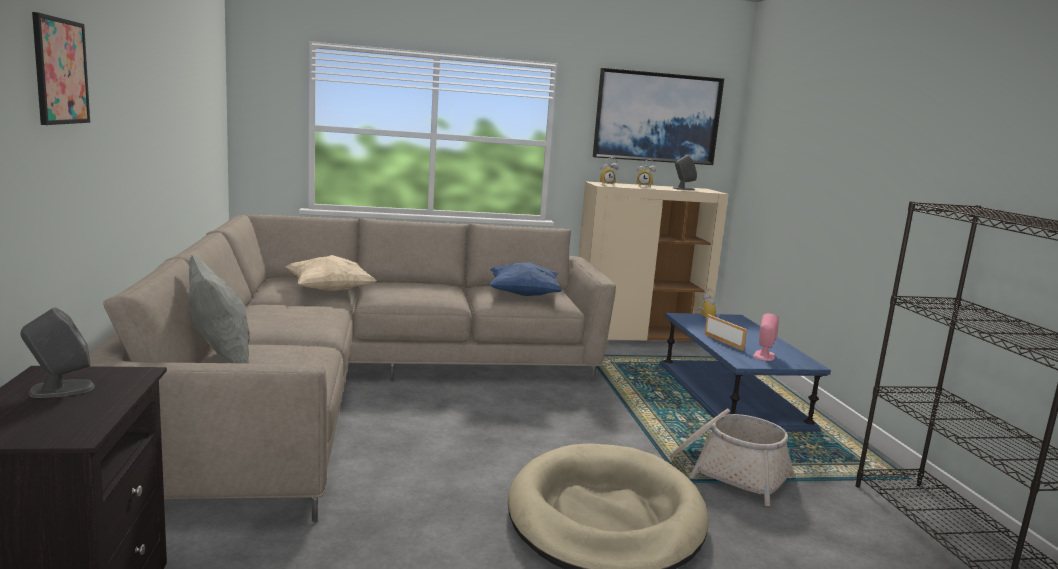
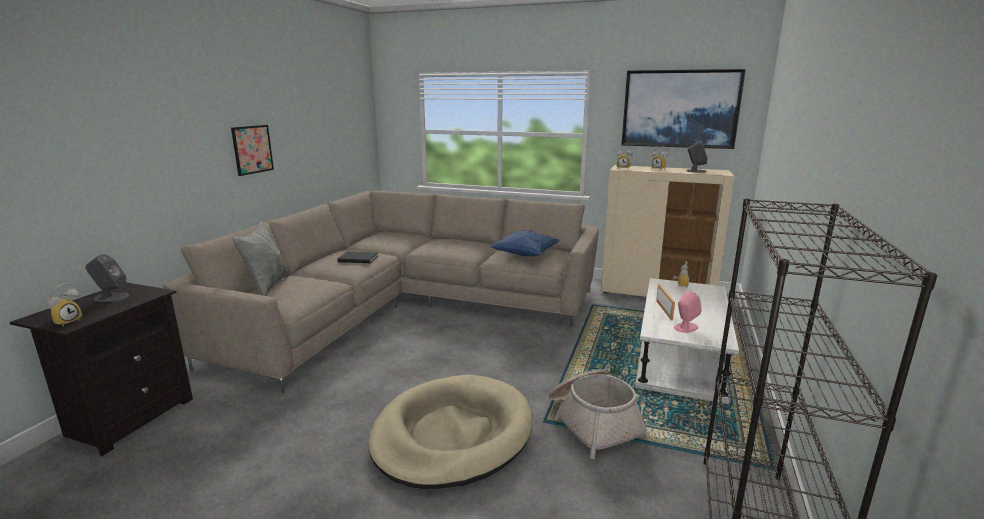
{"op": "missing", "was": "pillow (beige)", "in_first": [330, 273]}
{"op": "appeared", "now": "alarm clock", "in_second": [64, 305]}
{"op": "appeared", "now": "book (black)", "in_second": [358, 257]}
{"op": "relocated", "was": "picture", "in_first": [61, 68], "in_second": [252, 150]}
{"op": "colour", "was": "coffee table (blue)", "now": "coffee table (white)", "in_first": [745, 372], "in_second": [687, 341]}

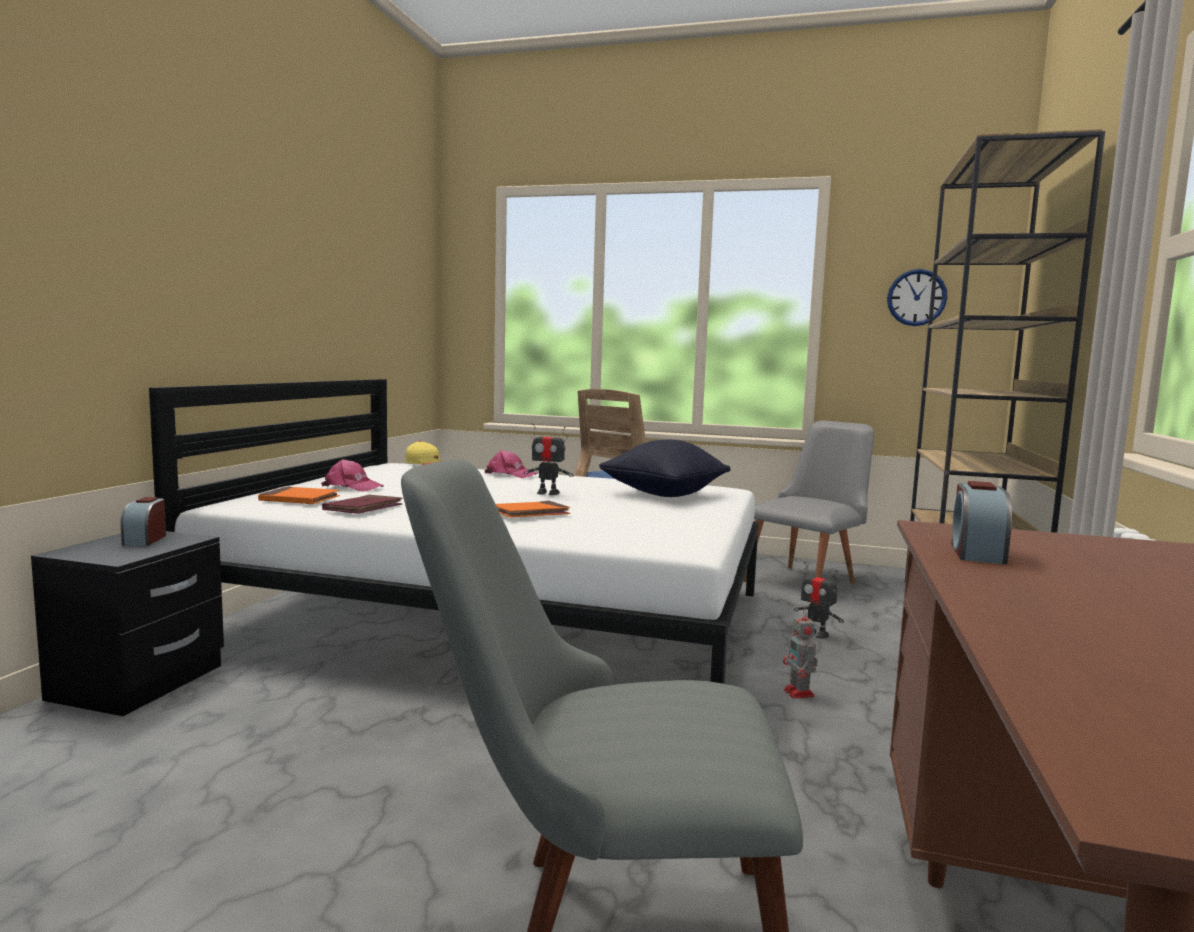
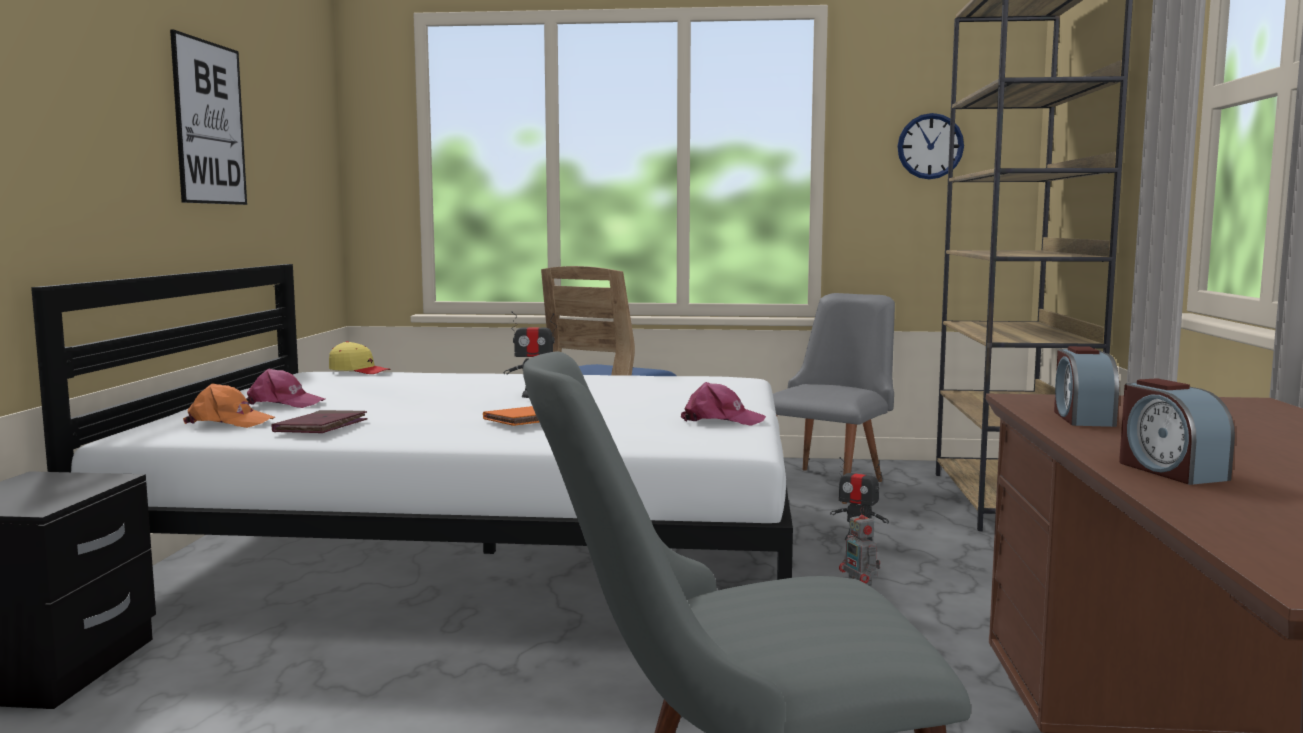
{"op": "missing", "was": "pillow (black)", "in_first": [664, 468]}
{"op": "appeared", "now": "picture", "in_second": [208, 117]}
{"op": "relocated", "was": "alarm clock", "in_first": [143, 521], "in_second": [1177, 431]}
{"op": "relocated", "was": "cap (pink)", "in_first": [511, 464], "in_second": [723, 404]}
{"op": "exchanged", "was": "book (orange)", "now": "cap (orange)", "in_first": [299, 495], "in_second": [229, 405]}

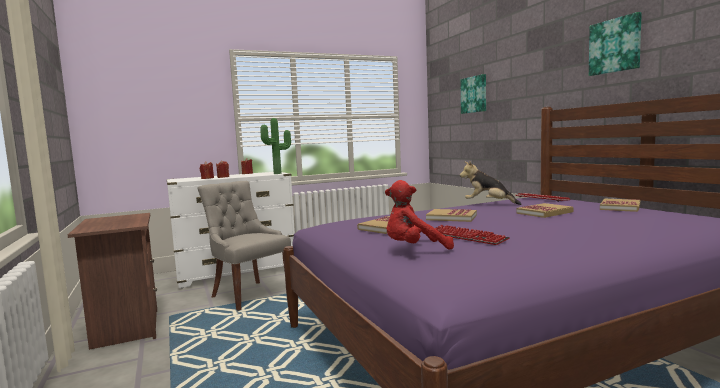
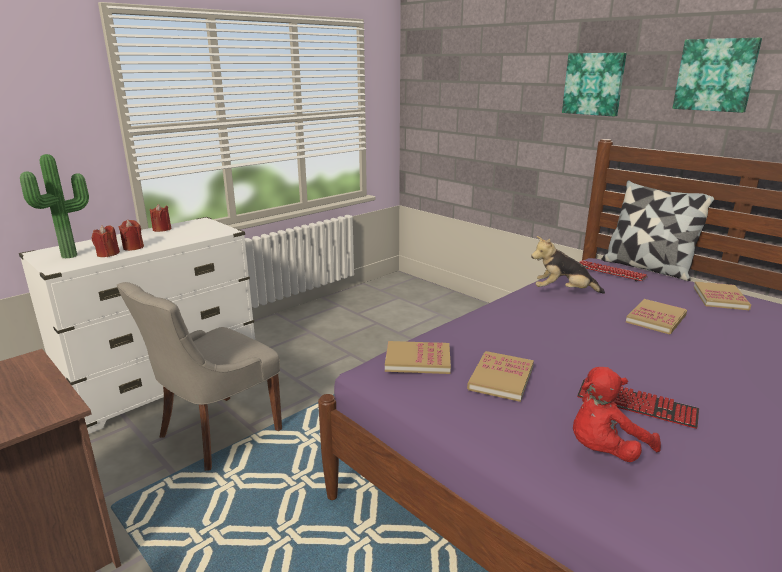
{"op": "appeared", "now": "pillow", "in_second": [657, 230]}
{"op": "relocated", "was": "potted plant", "in_first": [275, 146], "in_second": [54, 206]}
{"op": "relocated", "was": "book", "in_first": [451, 215], "in_second": [418, 357]}
{"op": "relocated", "was": "picture", "in_first": [473, 94], "in_second": [594, 85]}
{"op": "spun", "was": "chair (grey)", "in_first": [244, 246], "in_second": [199, 376], "clockwise": -75}

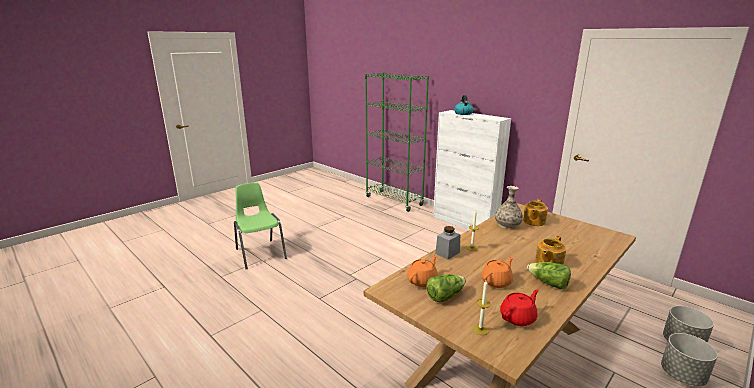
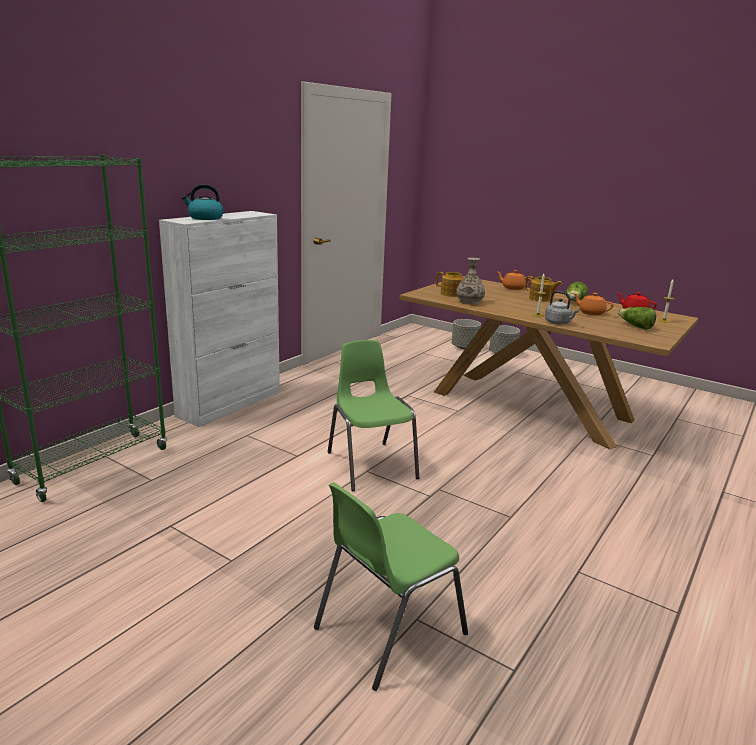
{"op": "appeared", "now": "chair (green)", "in_second": [373, 415]}
{"op": "relocated", "was": "teapot (orange)", "in_first": [422, 271], "in_second": [514, 280]}
{"op": "exchanged", "was": "jar (grey)", "now": "kettle (grey)", "in_first": [447, 242], "in_second": [562, 307]}

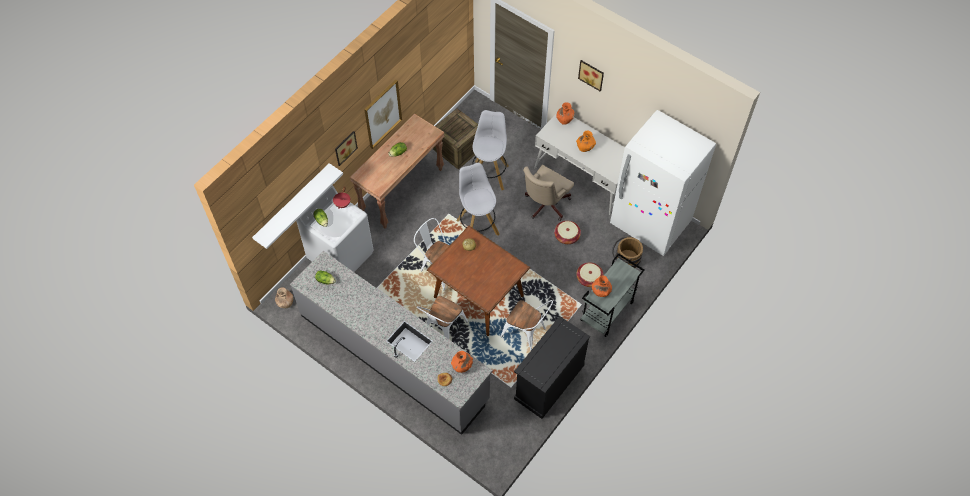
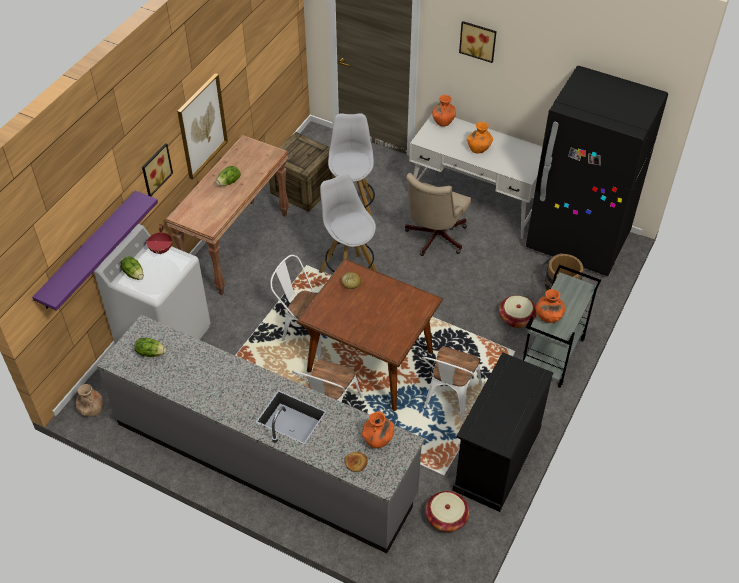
{"op": "relocated", "was": "basket", "in_first": [567, 232], "in_second": [447, 511]}
{"op": "colour", "was": "shelf (white)", "now": "shelf (purple)", "in_first": [297, 206], "in_second": [95, 250]}
{"op": "colour", "was": "fridge (white)", "now": "fridge (black)", "in_first": [663, 183], "in_second": [597, 171]}
{"op": "spun", "was": "chair (white)", "in_first": [526, 325], "in_second": [452, 383], "clockwise": 90}

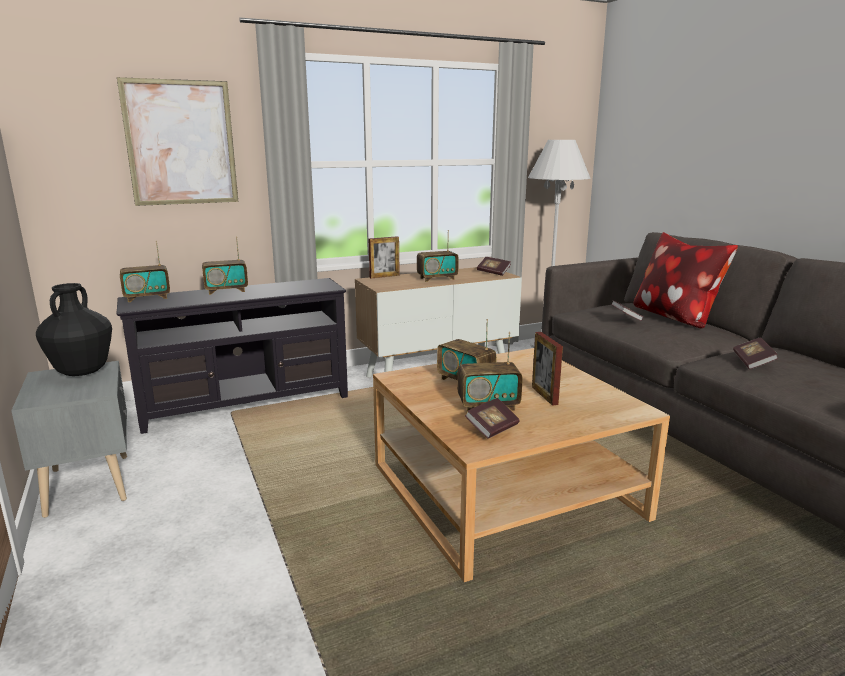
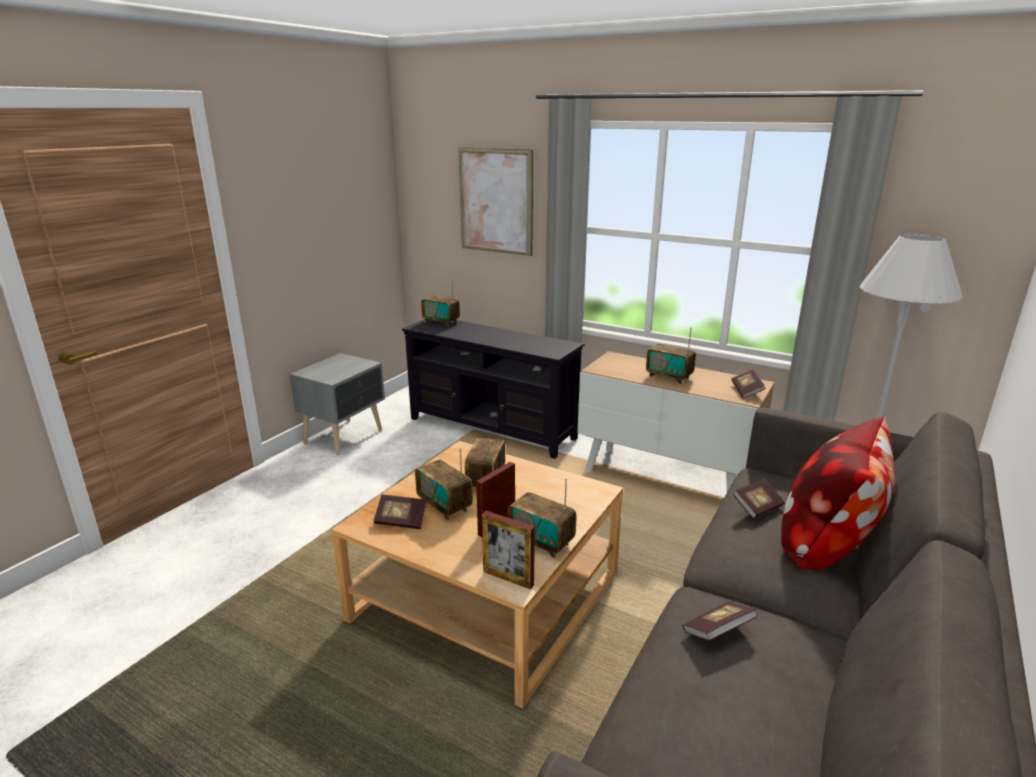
{"op": "missing", "was": "vase (black)", "in_first": [74, 329]}
{"op": "relocated", "was": "radio", "in_first": [225, 266], "in_second": [542, 518]}
{"op": "relocated", "was": "picture frame", "in_first": [384, 257], "in_second": [508, 550]}

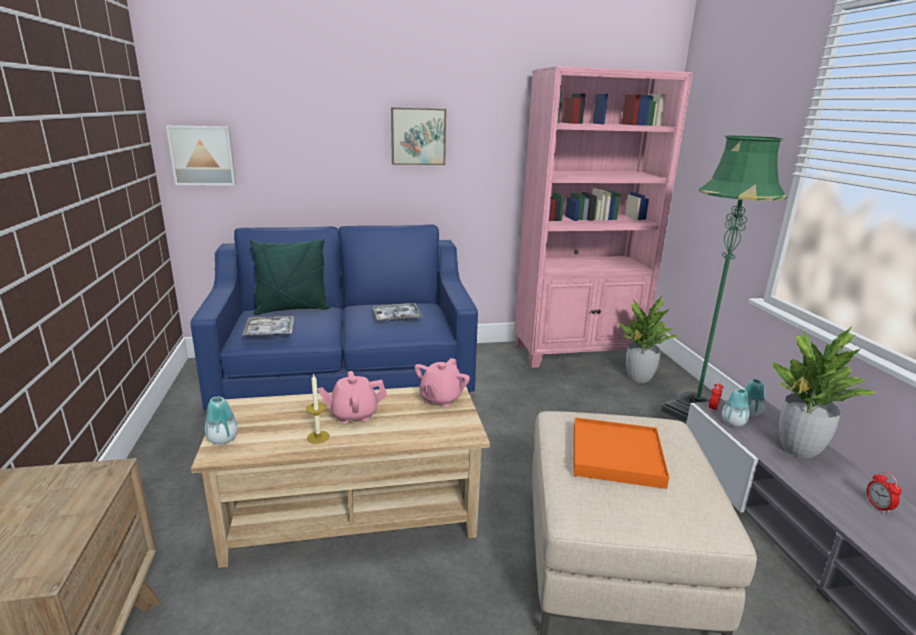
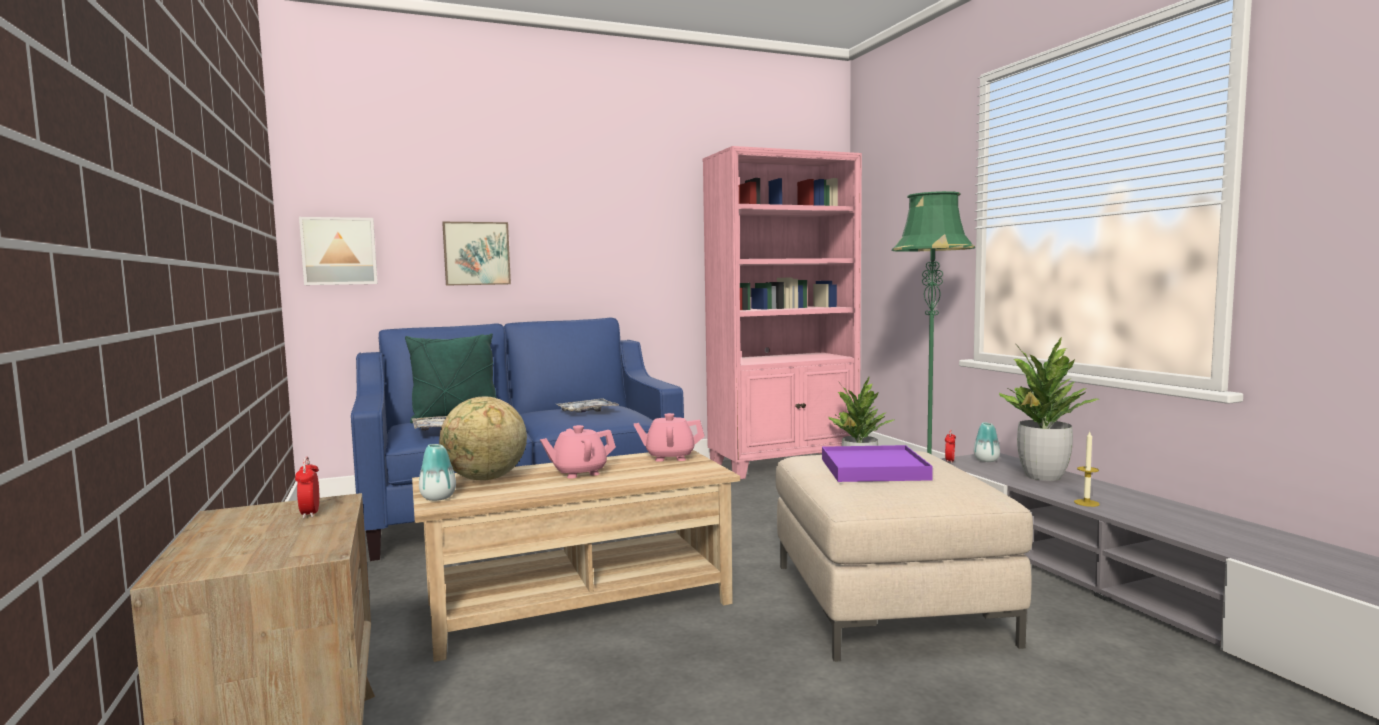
{"op": "missing", "was": "vase", "in_first": [735, 408]}
{"op": "appeared", "now": "globe", "in_second": [483, 438]}
{"op": "relocated", "was": "candle", "in_first": [318, 408], "in_second": [1087, 469]}
{"op": "relocated", "was": "picture", "in_first": [418, 136], "in_second": [476, 254]}
{"op": "relocated", "was": "alarm clock", "in_first": [884, 493], "in_second": [307, 488]}
{"op": "colour", "was": "tray (orange)", "now": "tray (purple)", "in_first": [621, 453], "in_second": [877, 463]}
{"op": "spun", "was": "teapot (pink)", "in_first": [442, 383], "in_second": [669, 437], "clockwise": 75}

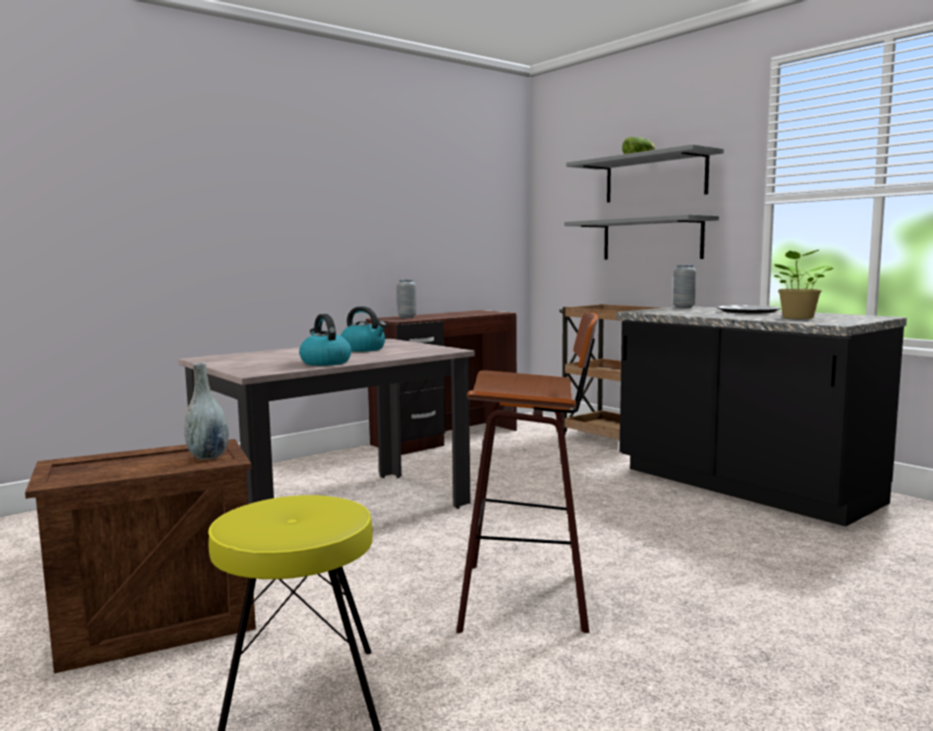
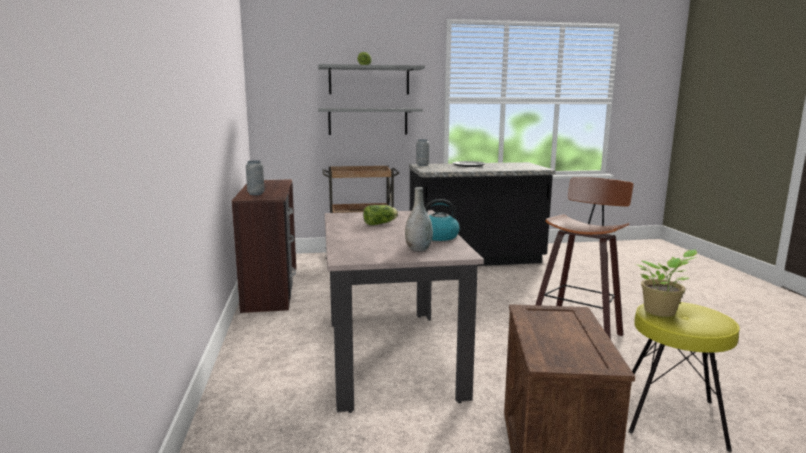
{"op": "relocated", "was": "vase (grey)", "in_first": [206, 411], "in_second": [419, 219]}
{"op": "relocated", "was": "potted plant", "in_first": [803, 284], "in_second": [666, 283]}
{"op": "exchanged", "was": "kettle", "now": "lettuce", "in_first": [364, 329], "in_second": [380, 215]}

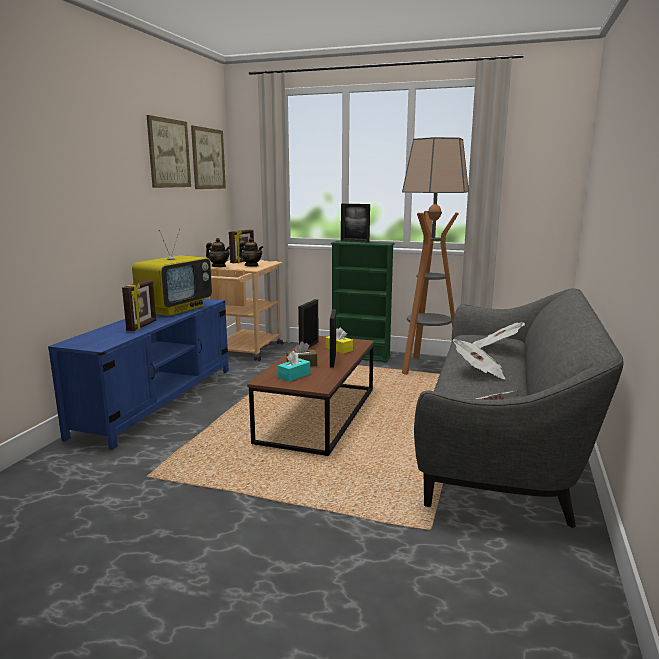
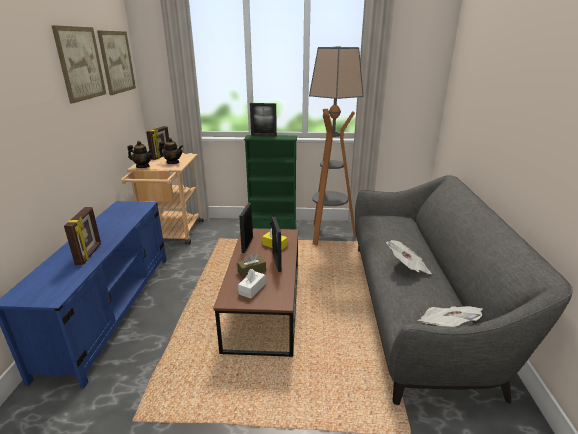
{"op": "missing", "was": "television", "in_first": [172, 272]}
{"op": "missing", "was": "newspaper", "in_first": [498, 335]}
{"op": "colour", "was": "tissue box (turquoise)", "now": "tissue box (white)", "in_first": [294, 366], "in_second": [251, 284]}

